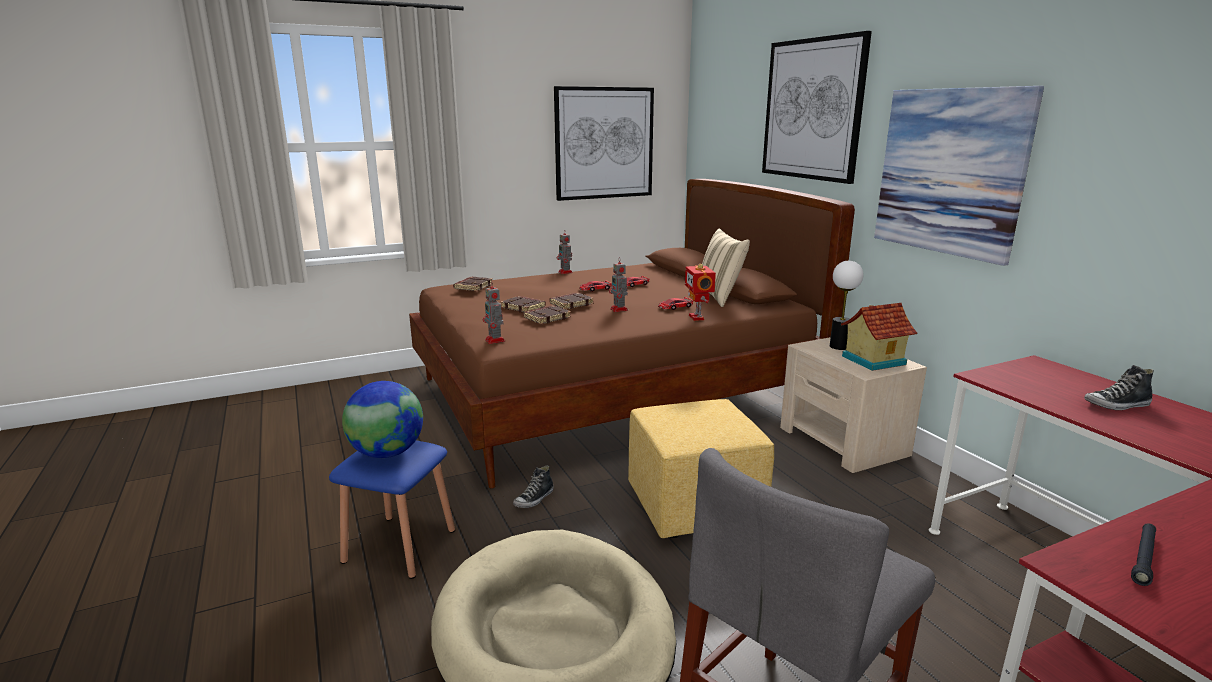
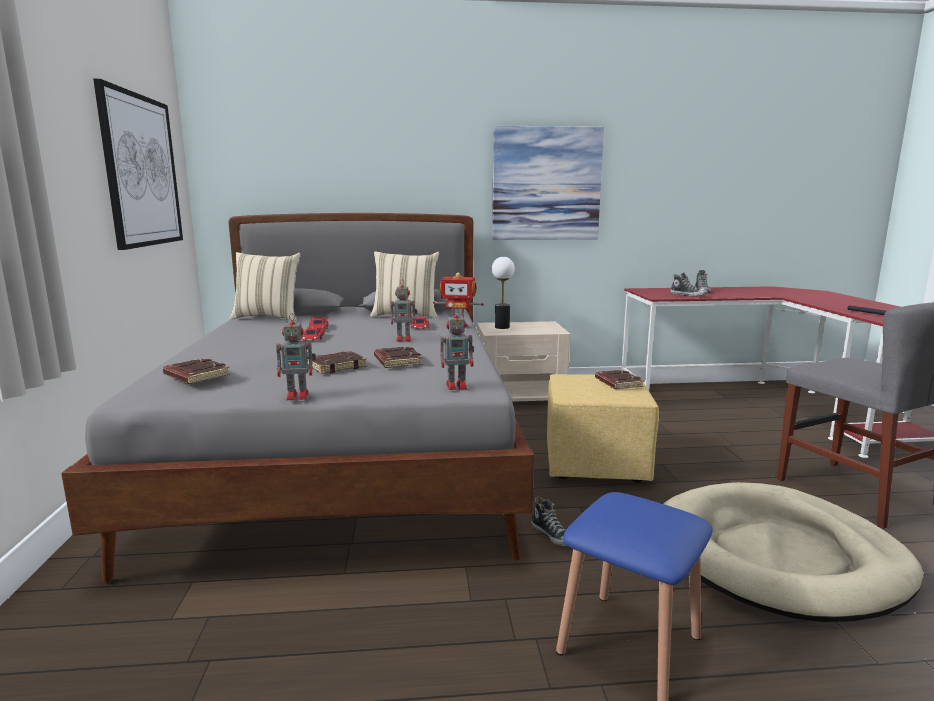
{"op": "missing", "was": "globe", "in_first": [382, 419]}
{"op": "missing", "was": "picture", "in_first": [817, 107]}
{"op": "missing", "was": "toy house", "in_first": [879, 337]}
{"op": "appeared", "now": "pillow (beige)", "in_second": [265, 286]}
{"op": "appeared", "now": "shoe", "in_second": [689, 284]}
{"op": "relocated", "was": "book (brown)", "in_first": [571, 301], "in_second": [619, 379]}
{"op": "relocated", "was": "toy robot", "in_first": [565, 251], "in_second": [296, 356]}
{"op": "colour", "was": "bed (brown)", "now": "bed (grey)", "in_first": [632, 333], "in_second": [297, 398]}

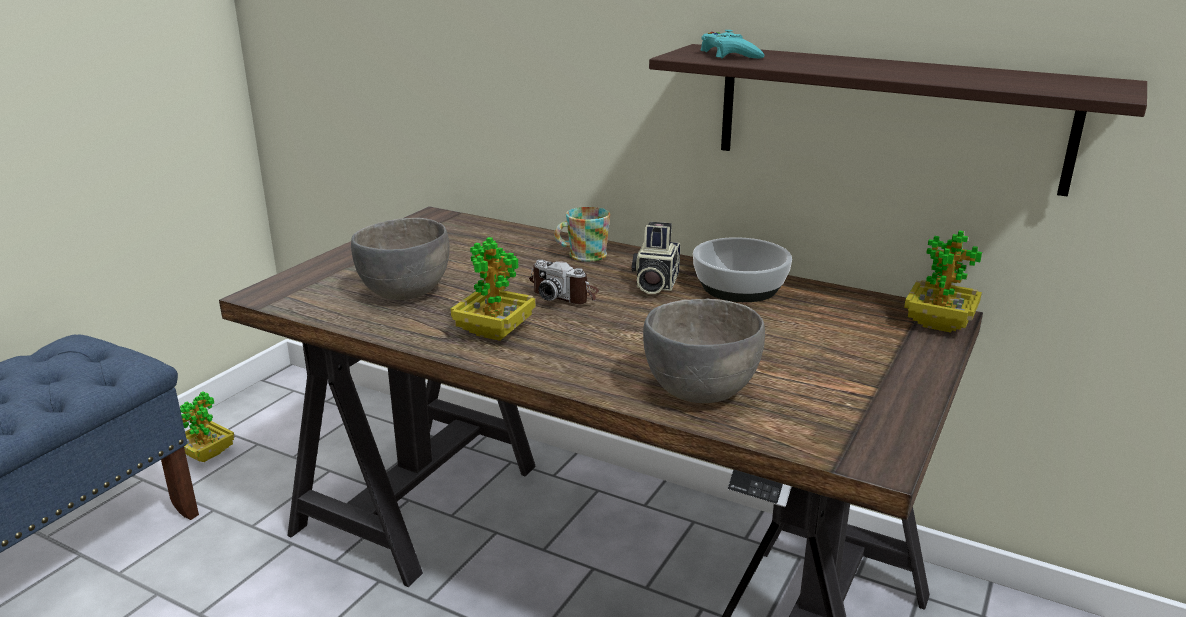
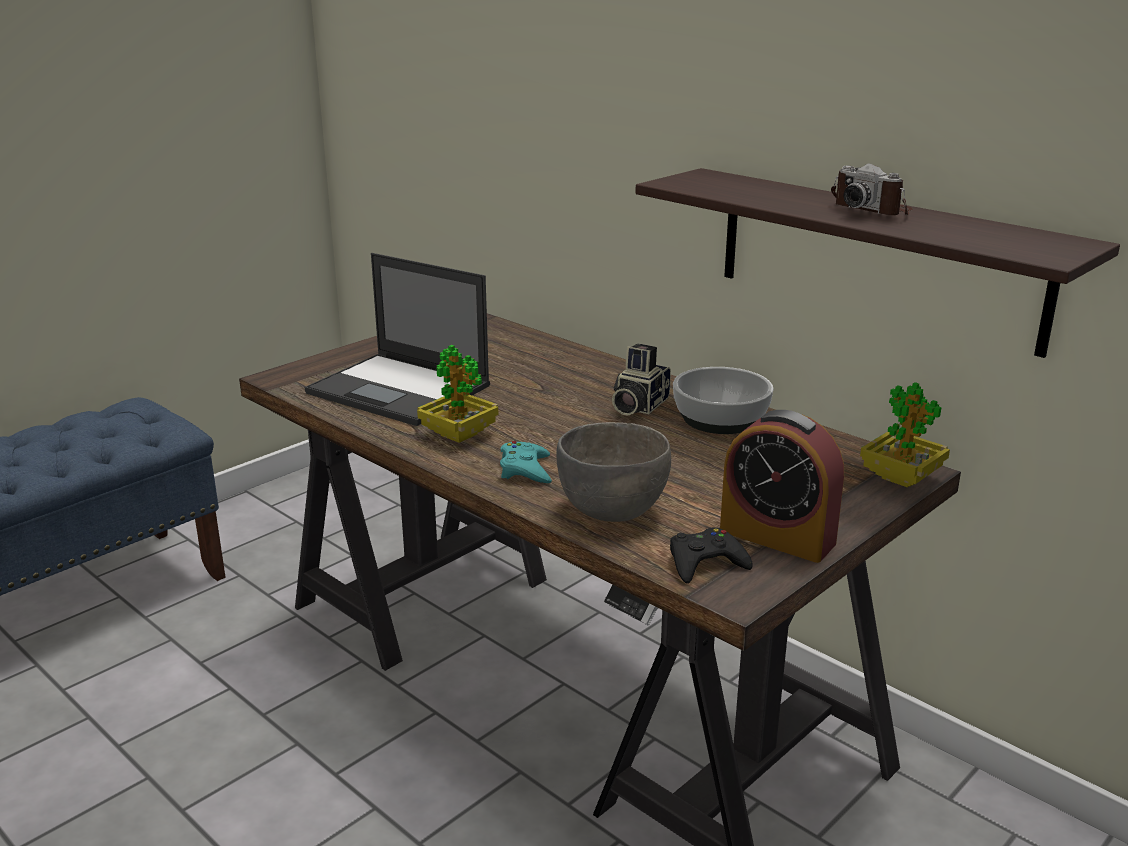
{"op": "missing", "was": "potted plant", "in_first": [207, 426]}
{"op": "missing", "was": "mug", "in_first": [582, 234]}
{"op": "appeared", "now": "game controller (black)", "in_second": [711, 555]}
{"op": "appeared", "now": "alarm clock", "in_second": [782, 486]}
{"op": "relocated", "was": "photo camera", "in_first": [564, 282], "in_second": [872, 189]}
{"op": "relocated", "was": "game controller (turquoise)", "in_first": [732, 44], "in_second": [526, 462]}
{"op": "exchanged", "was": "bowl (grey)", "now": "laptop", "in_first": [400, 259], "in_second": [397, 339]}

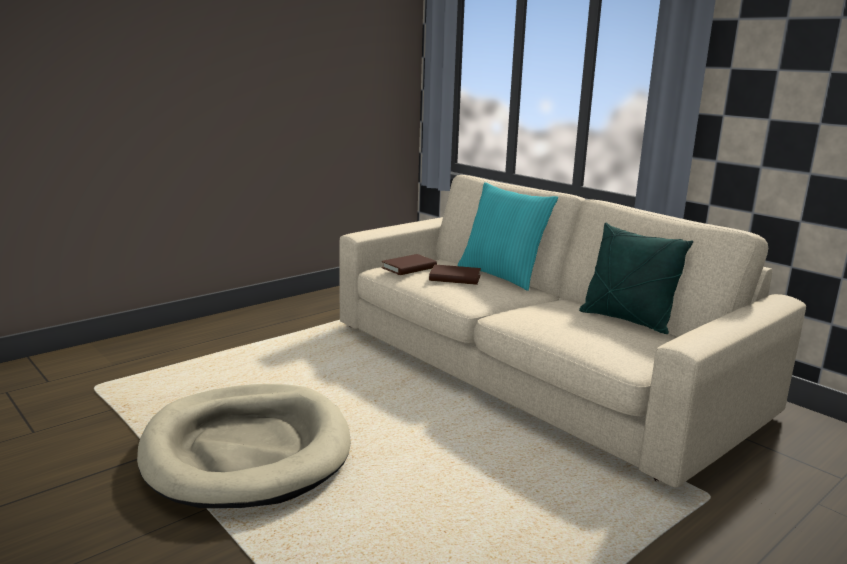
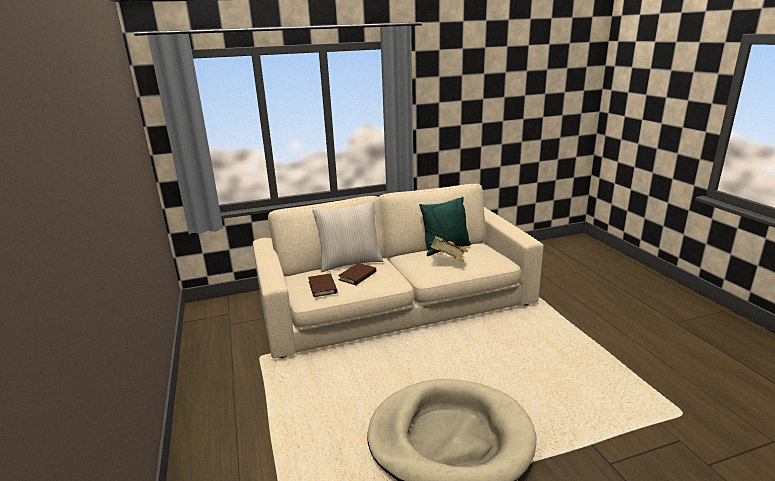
{"op": "appeared", "now": "book", "in_second": [448, 248]}
{"op": "colour", "was": "pillow (turquoise)", "now": "pillow (beige)", "in_first": [507, 236], "in_second": [347, 236]}

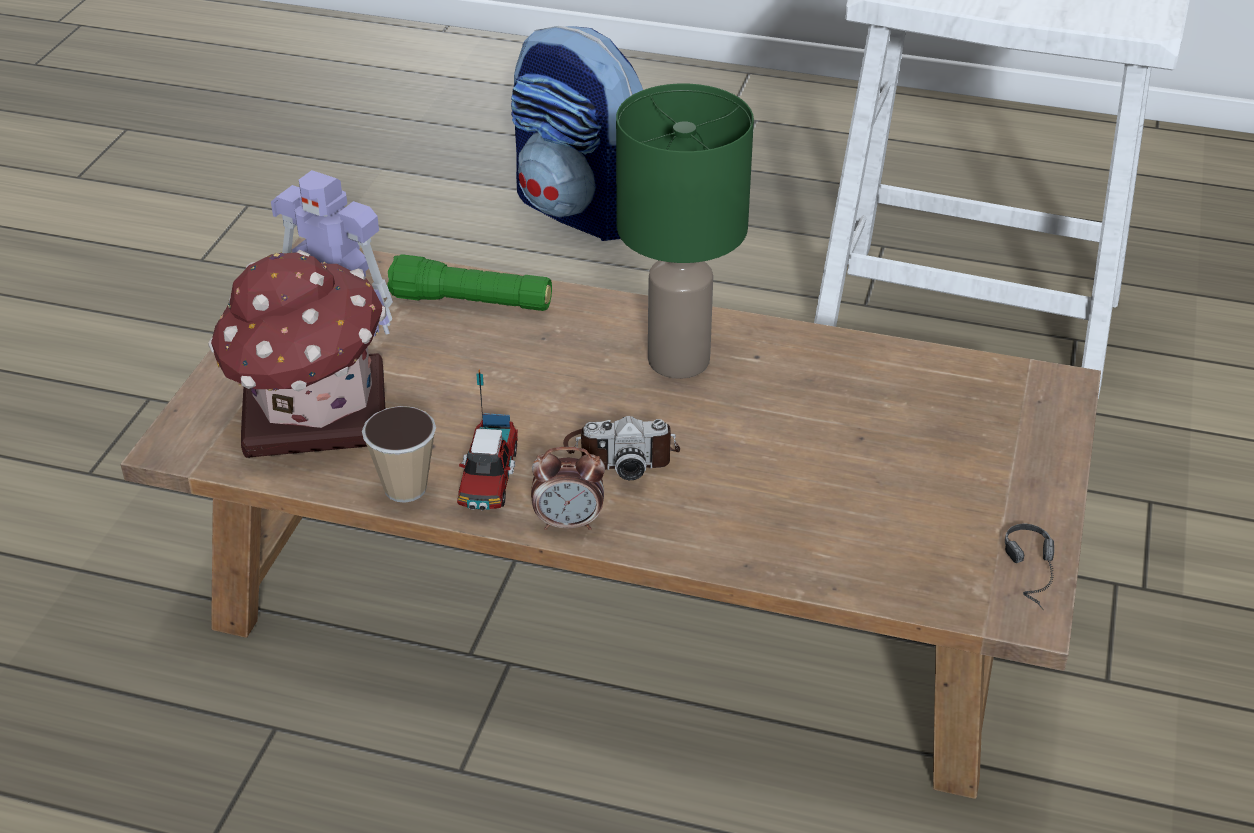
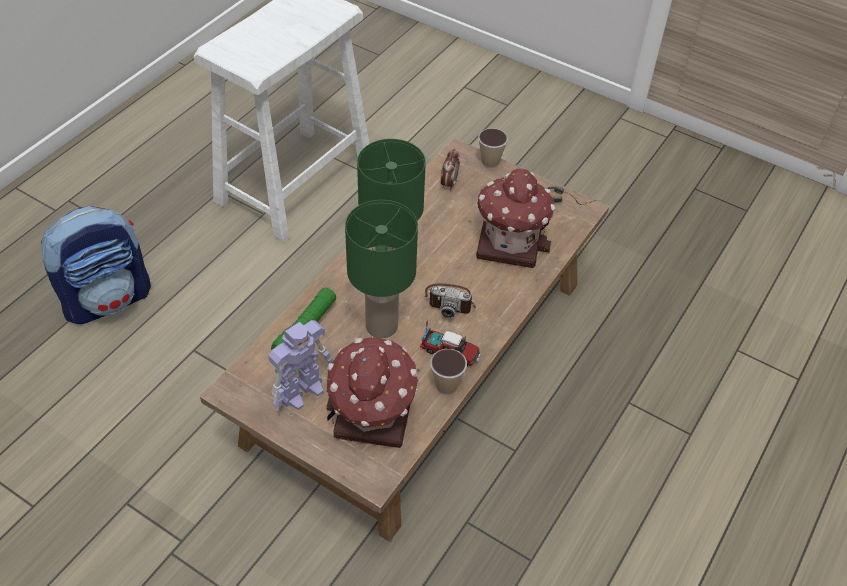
{"op": "appeared", "now": "table lamp (green)", "in_second": [381, 269]}
{"op": "appeared", "now": "toy house", "in_second": [516, 218]}
{"op": "appeared", "now": "cup", "in_second": [493, 148]}
{"op": "relocated", "was": "alarm clock", "in_first": [568, 488], "in_second": [450, 170]}
{"op": "spun", "was": "photo camera", "in_first": [621, 448], "in_second": [450, 301], "clockwise": 90}

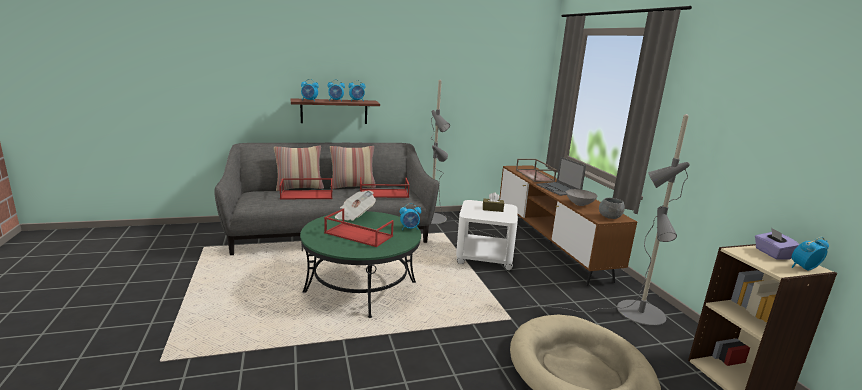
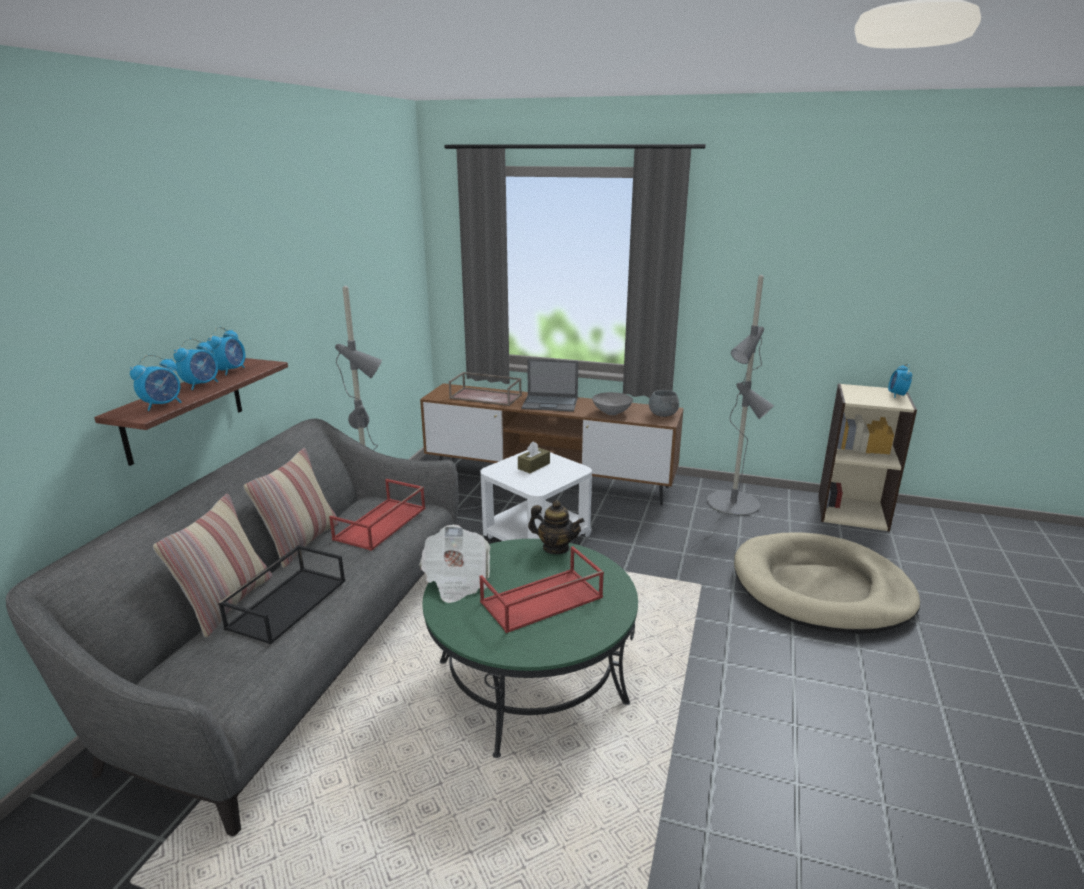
{"op": "missing", "was": "tissue box (purple)", "in_first": [777, 243]}
{"op": "exchanged", "was": "alarm clock", "now": "teapot", "in_first": [410, 216], "in_second": [556, 527]}
{"op": "colour", "was": "tray (red)", "now": "tray (black)", "in_first": [306, 188], "in_second": [281, 595]}

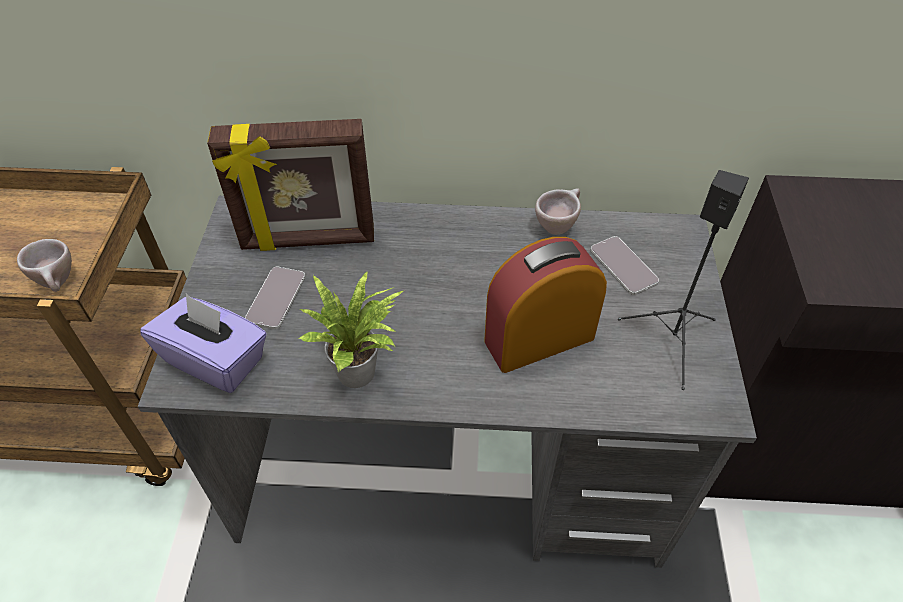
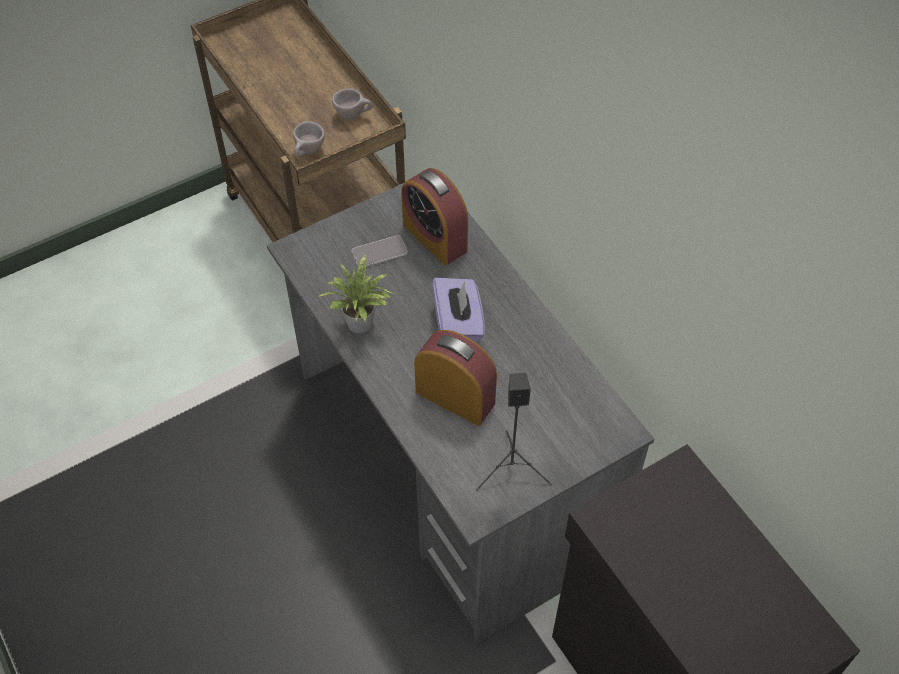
{"op": "missing", "was": "phone", "in_first": [625, 265]}
{"op": "relocated", "was": "tissue box (purple)", "in_first": [203, 343], "in_second": [458, 311]}
{"op": "relocated", "was": "cup (beige)", "in_first": [558, 211], "in_second": [352, 104]}
{"op": "exchanged", "was": "picture frame", "now": "alarm clock", "in_first": [290, 185], "in_second": [434, 216]}

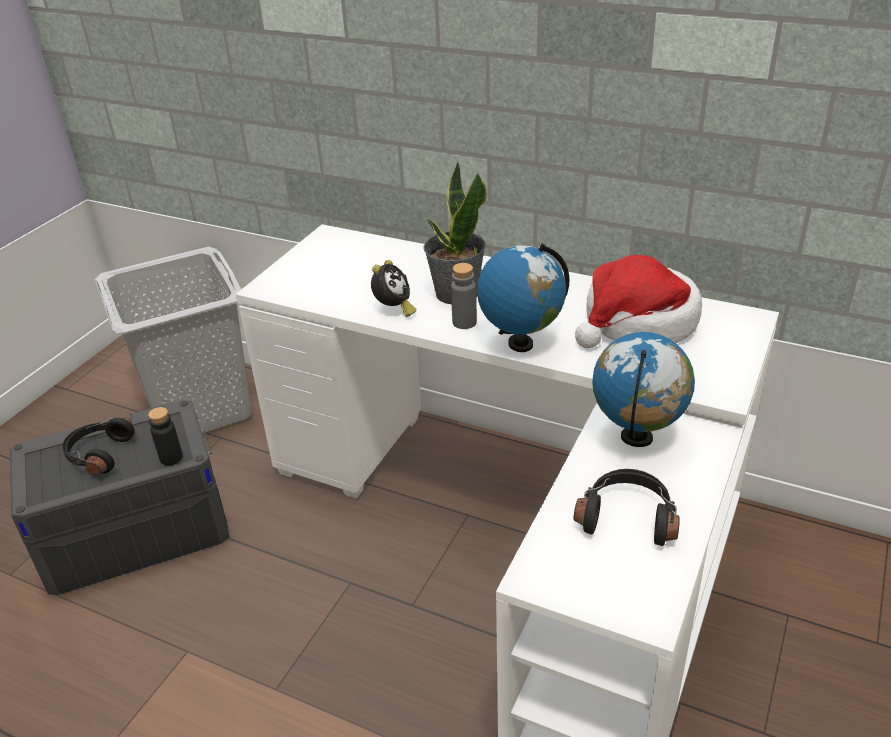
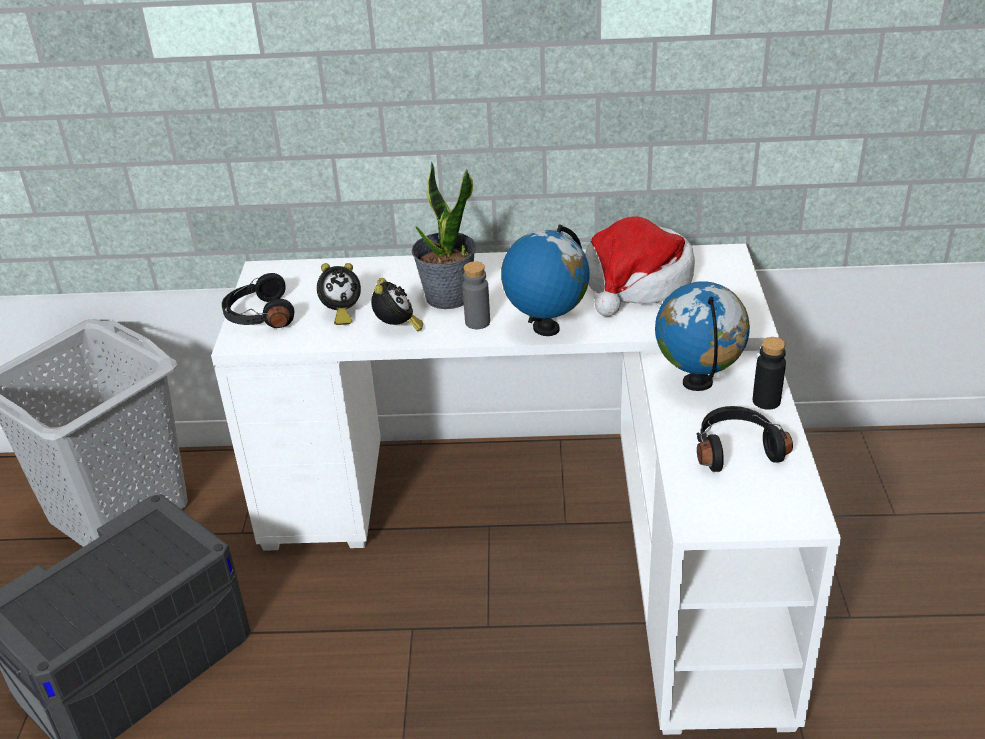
{"op": "appeared", "now": "alarm clock", "in_second": [339, 294]}
{"op": "relocated", "was": "headphones (black)", "in_first": [98, 446], "in_second": [258, 300]}
{"op": "relocated", "was": "bottle (black)", "in_first": [165, 436], "in_second": [769, 373]}

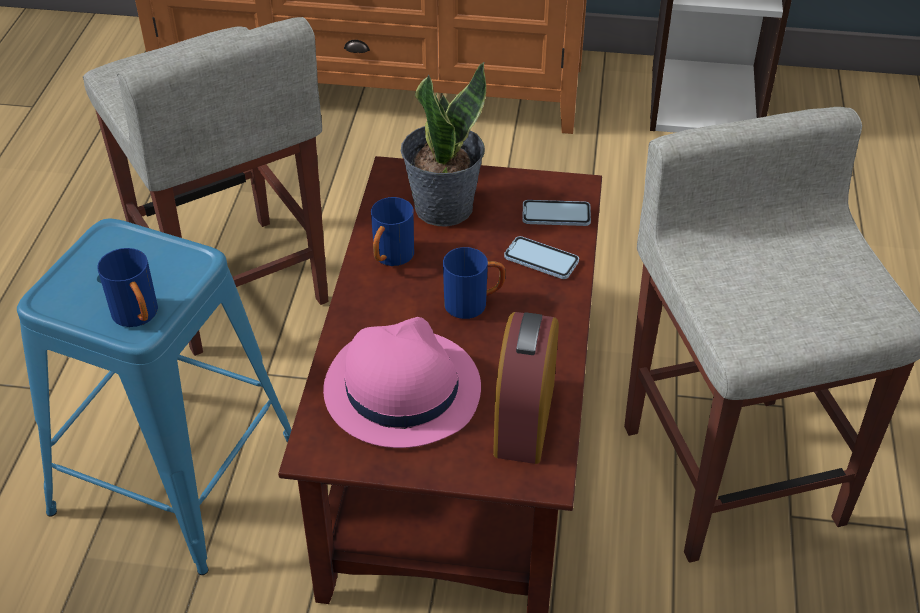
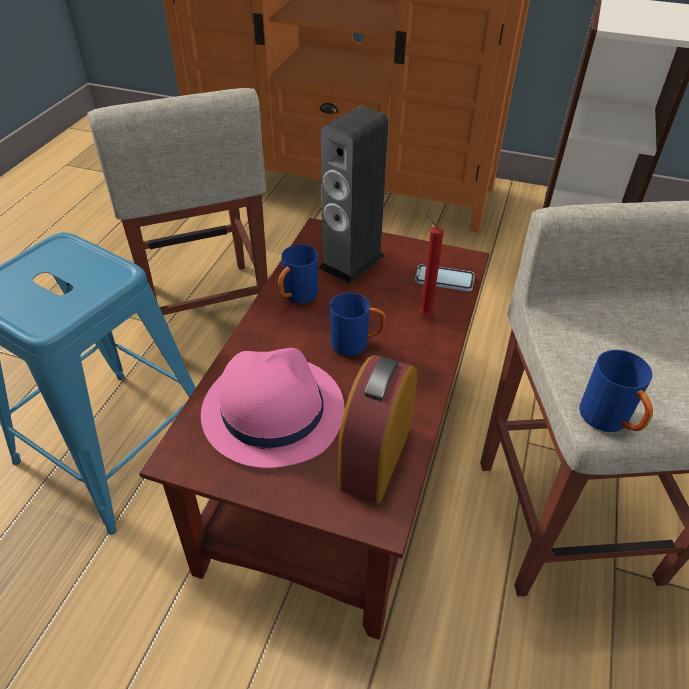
{"op": "relocated", "was": "mug (blue)", "in_first": [127, 287], "in_second": [616, 391]}
{"op": "exchanged", "was": "potted plant", "now": "speaker", "in_first": [443, 144], "in_second": [353, 195]}
{"op": "exchanged", "was": "phone", "now": "candle (red)", "in_first": [541, 257], "in_second": [431, 265]}

